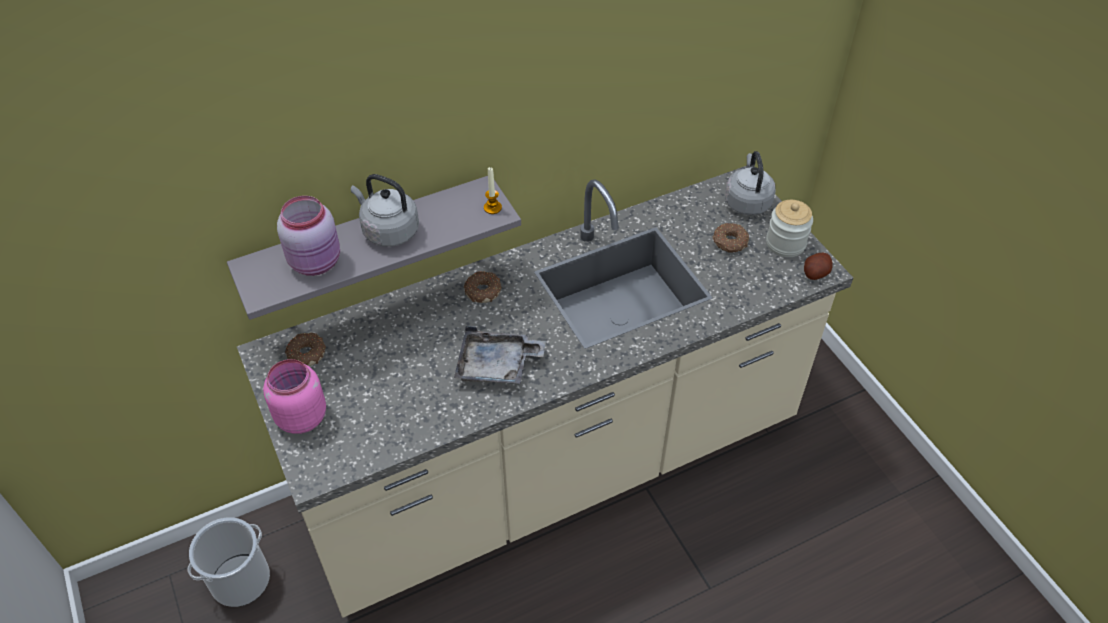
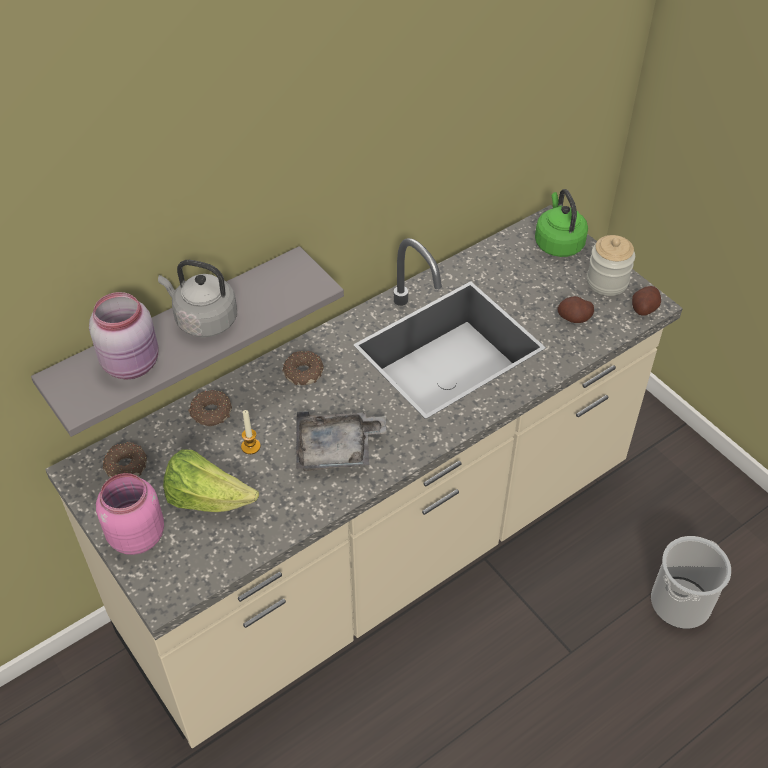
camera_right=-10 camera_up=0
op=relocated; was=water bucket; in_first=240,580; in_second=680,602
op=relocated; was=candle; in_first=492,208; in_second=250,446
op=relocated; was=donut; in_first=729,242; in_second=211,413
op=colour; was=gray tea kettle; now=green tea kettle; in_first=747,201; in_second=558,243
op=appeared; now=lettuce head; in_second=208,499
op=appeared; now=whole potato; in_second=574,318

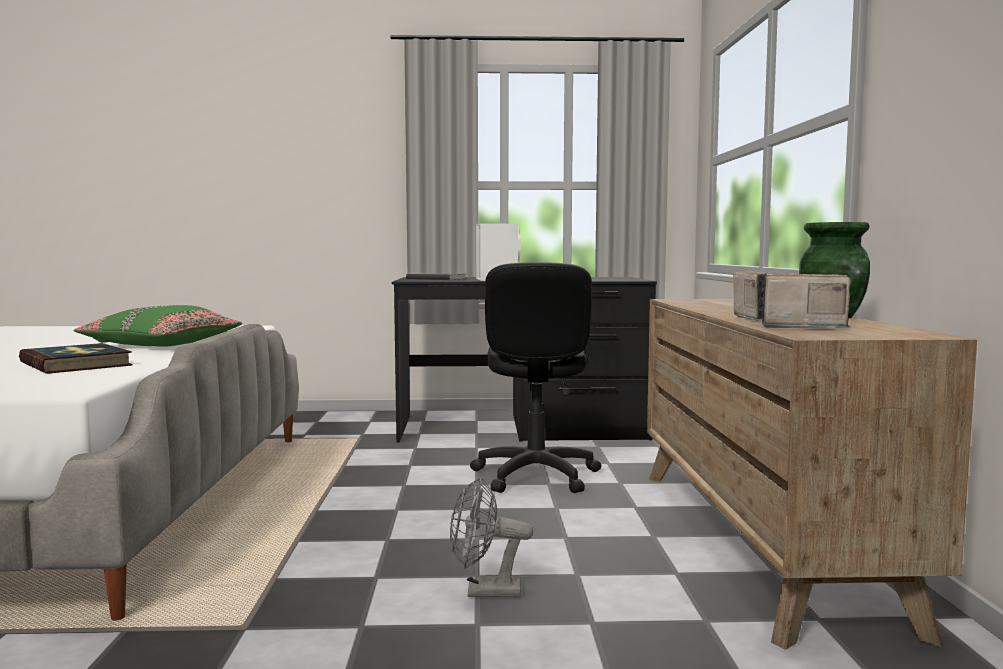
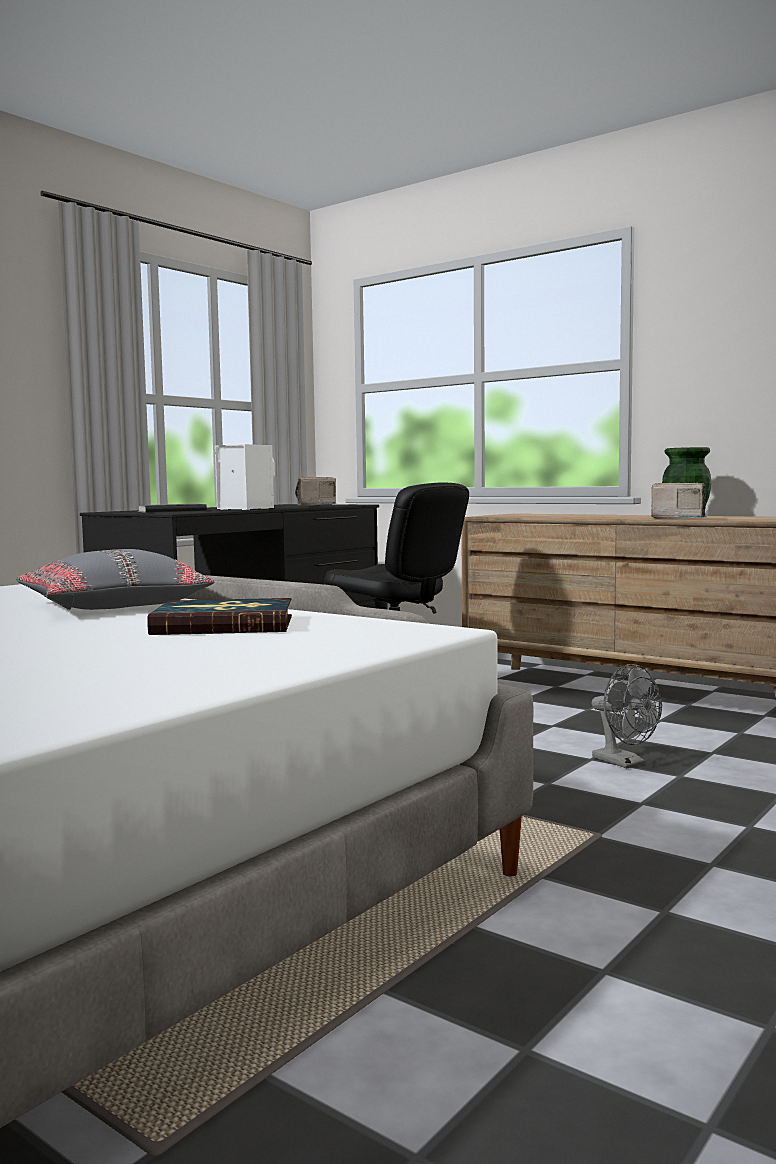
camera_right=-50 camera_up=0
op=colour; was=green cushion; now=gray cushion; in_first=162,344; in_second=113,605
op=spun; was=gray cooling fan; in_first=484,591; in_second=625,763; clockwise=-75
op=relocated; was=radio receiver; in_first=800,327; in_second=312,505

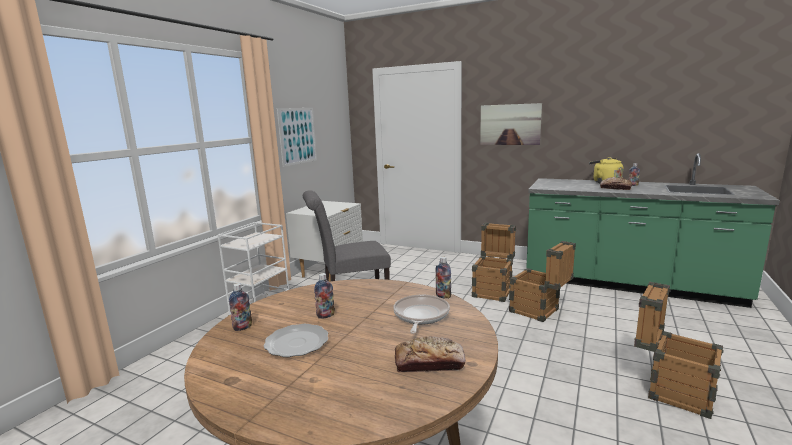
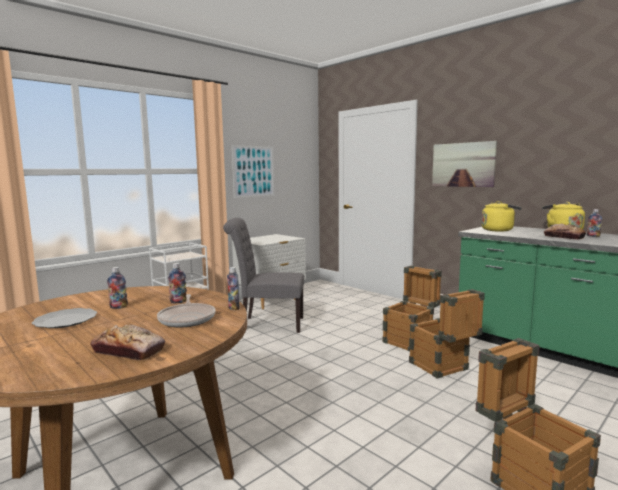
camera_right=20 camera_up=-5
op=relocated; was=drink bottle; in_first=242,327; in_second=178,302
op=spun; was=frying pan; in_first=420,316; in_second=187,318; clockwise=135
op=appeared; now=yellow tea kettle; in_second=499,230

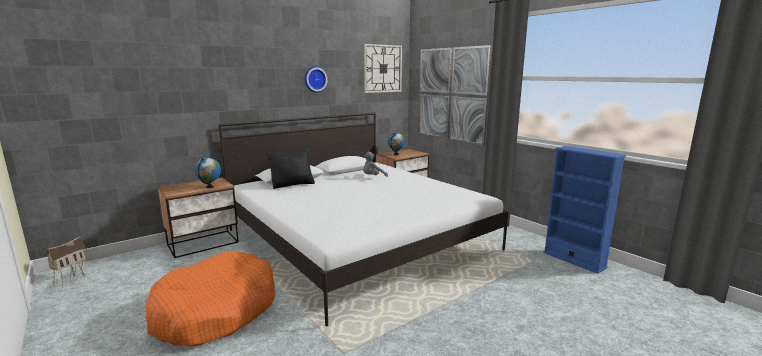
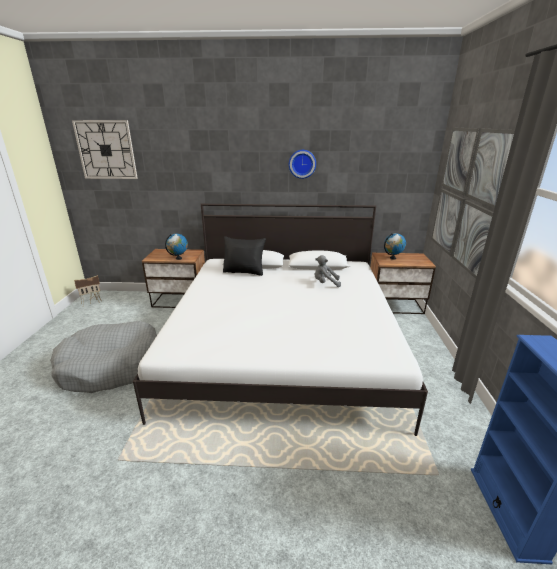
camera_right=40 camera_up=10
op=colour; was=orange-coloured dog cushion; now=gray dog cushion; in_first=216,311; in_second=112,366
op=relocated; was=clock on the wall; in_first=382,68; in_second=106,150

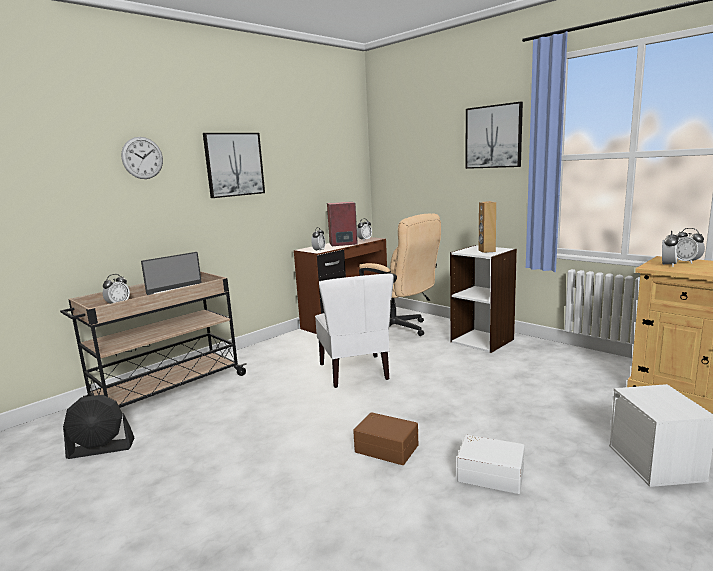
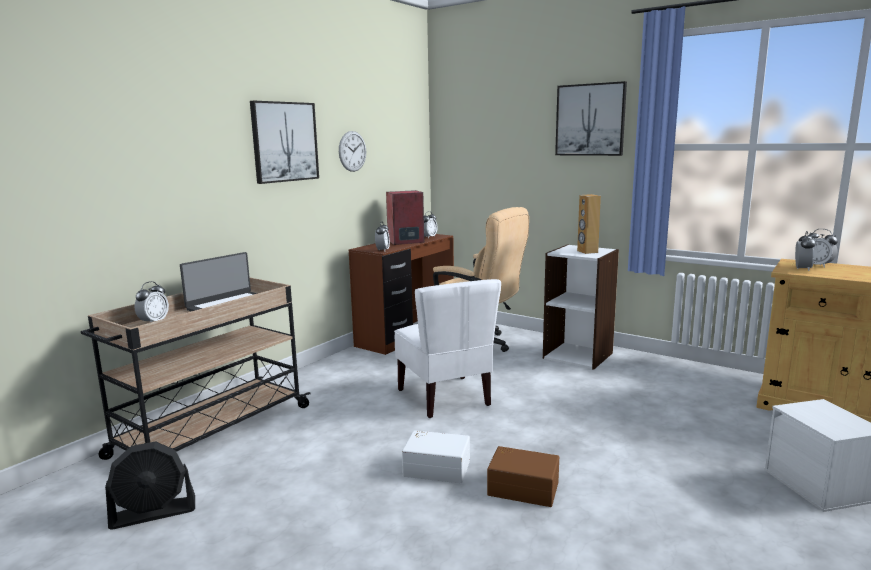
camera_right=-10 camera_up=0
op=relocated; was=clock on the wall; in_first=142,158; in_second=352,151
op=relocated; was=whitish storage bin; in_first=490,473; in_second=437,467

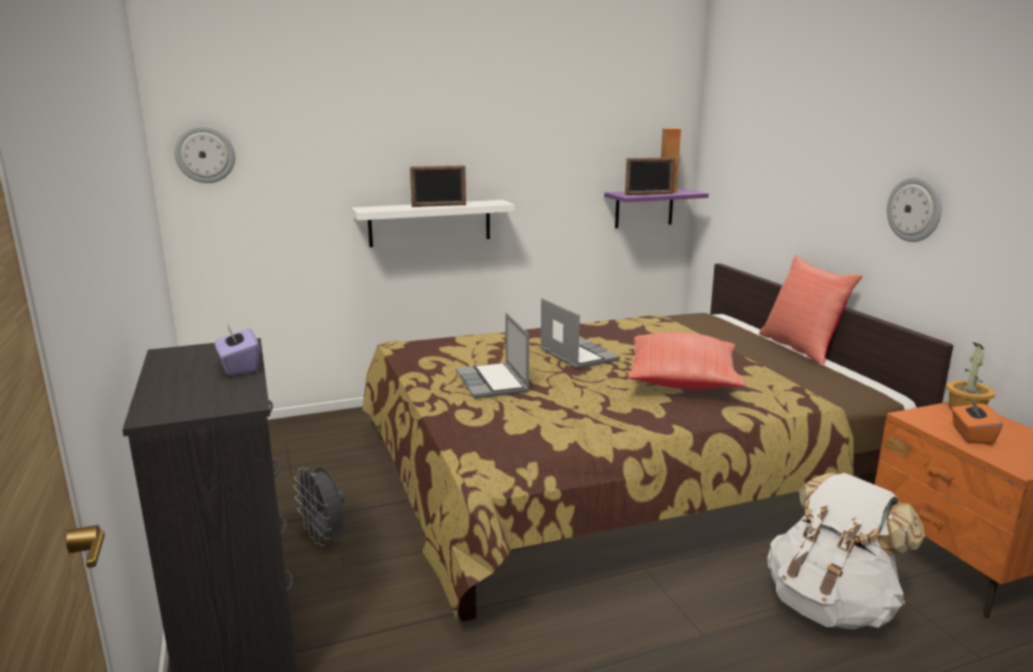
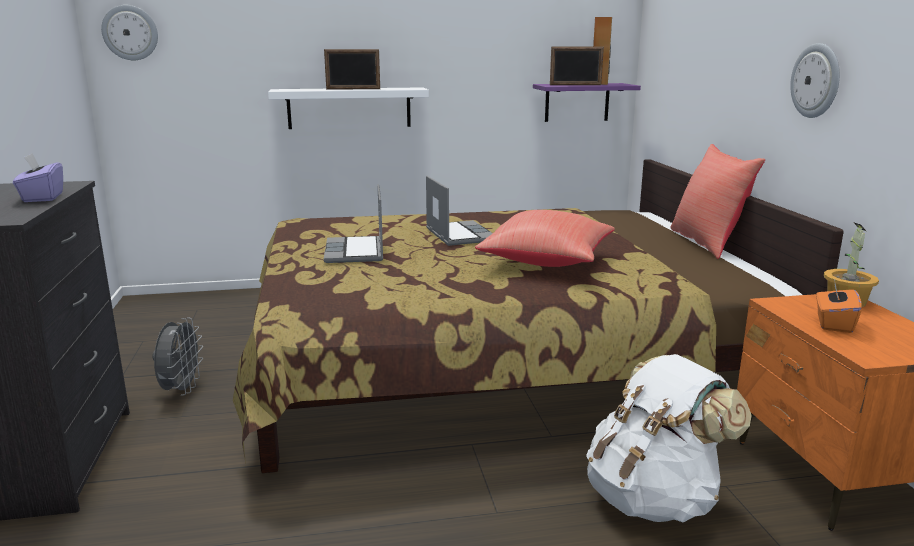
camera_right=10 camera_up=0
op=spun; was=gray cooling fan; in_first=324,537; in_second=181,390; clockwise=-150

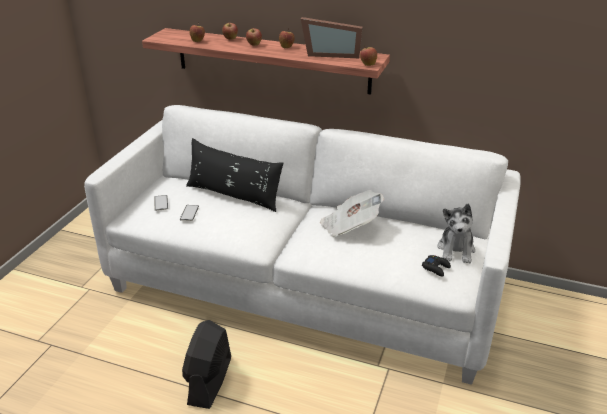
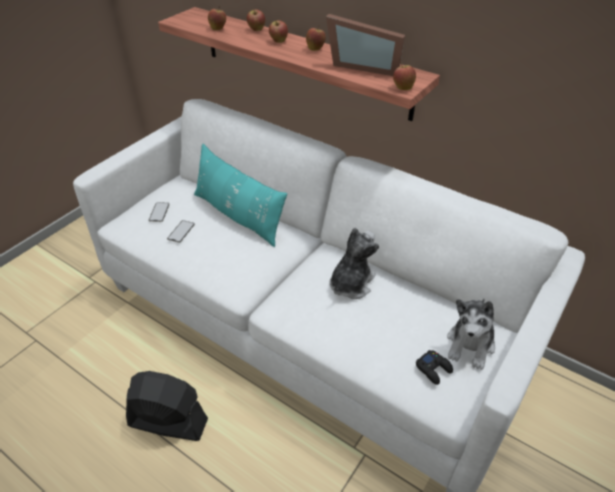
camera_right=15 camera_up=10
op=spun; was=black cooling fan; in_first=209,381; in_second=168,422; clockwise=75
op=colour; was=black cushion; now=turquoise-coloured cushion; in_first=233,195; in_second=238,215
op=exchanged; was=printed paper; now=cuddly toy; in_first=350,226; in_second=350,284

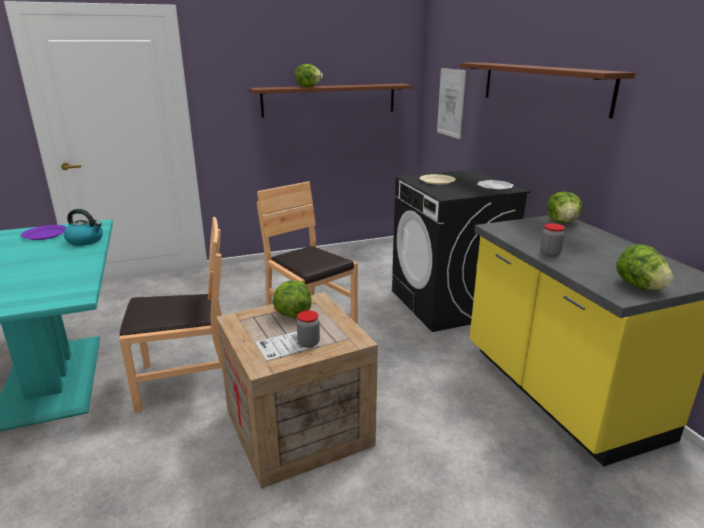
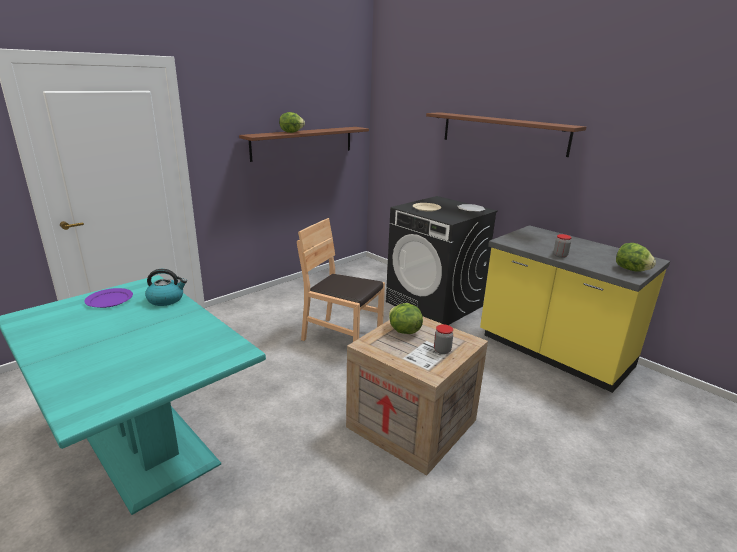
camera_right=-25 camera_up=0
op=missing; was=brown plain chair; in_first=187,381
op=missing; was=wall picture; in_first=451,103
op=missing; was=lettuce head; in_first=562,222

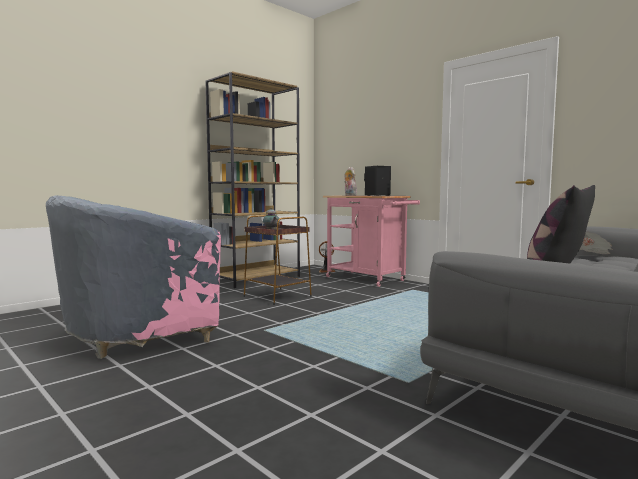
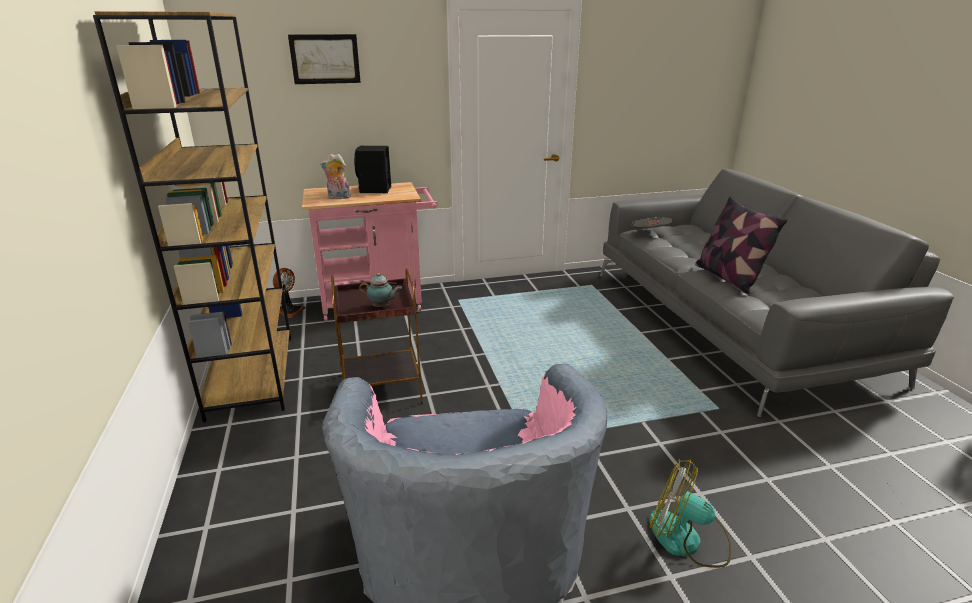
camera_right=-60 camera_up=20
op=appeared; now=wall picture; in_second=325,59
op=appeared; now=cooling fan; in_second=687,539

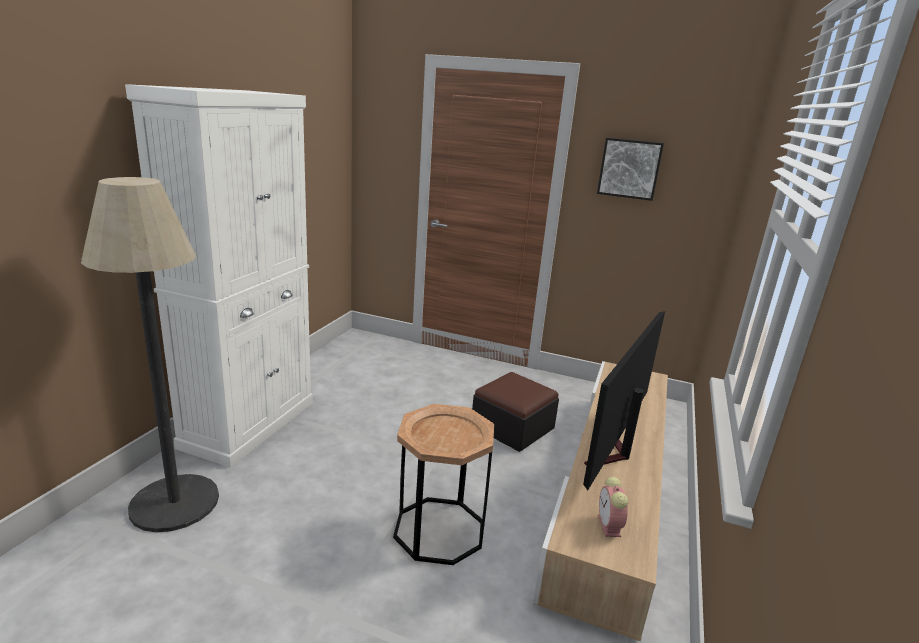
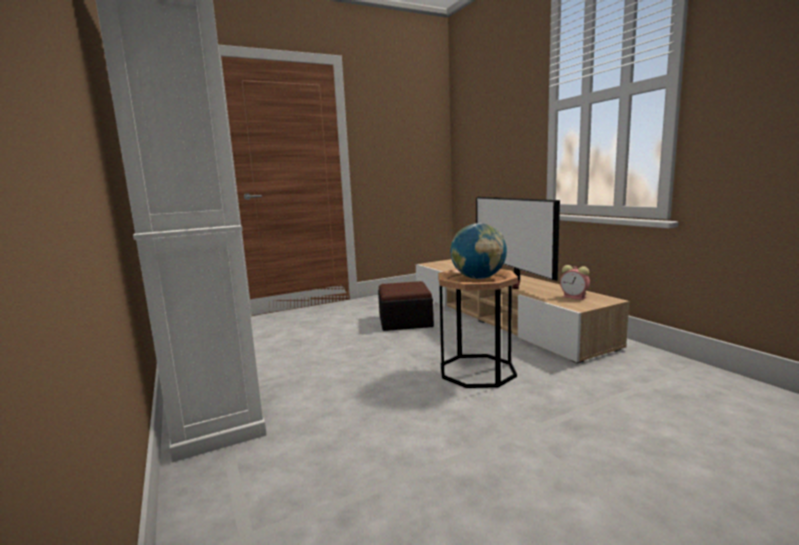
camera_right=-45 camera_up=-10
op=missing; was=floor lamp; in_first=174,503
op=missing; was=wall picture; in_first=629,168
op=appeared; now=world globe; in_second=478,278

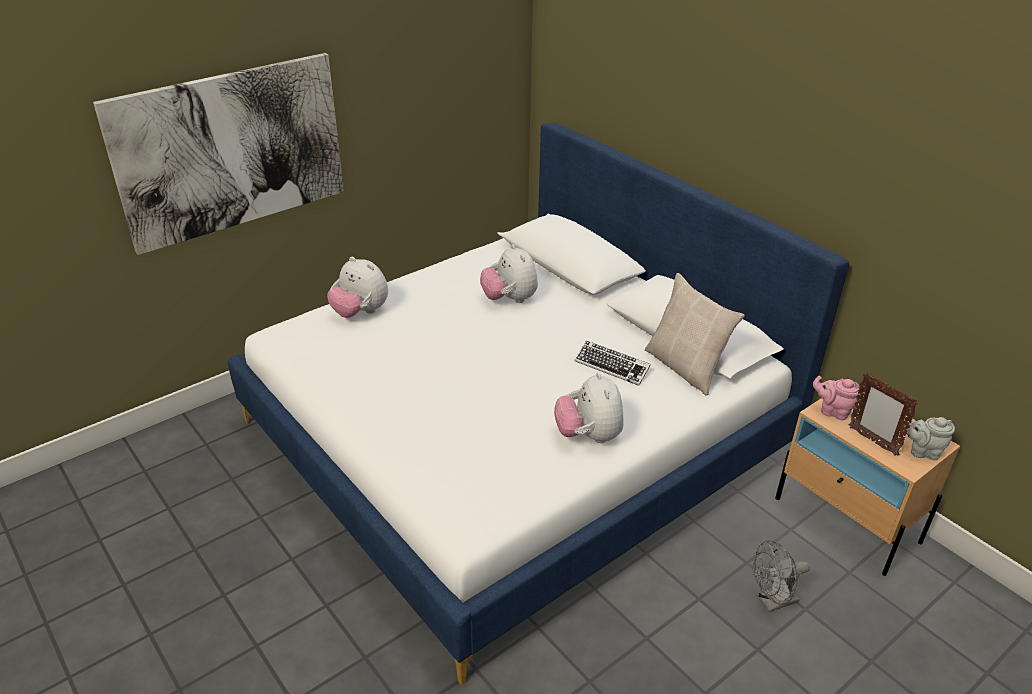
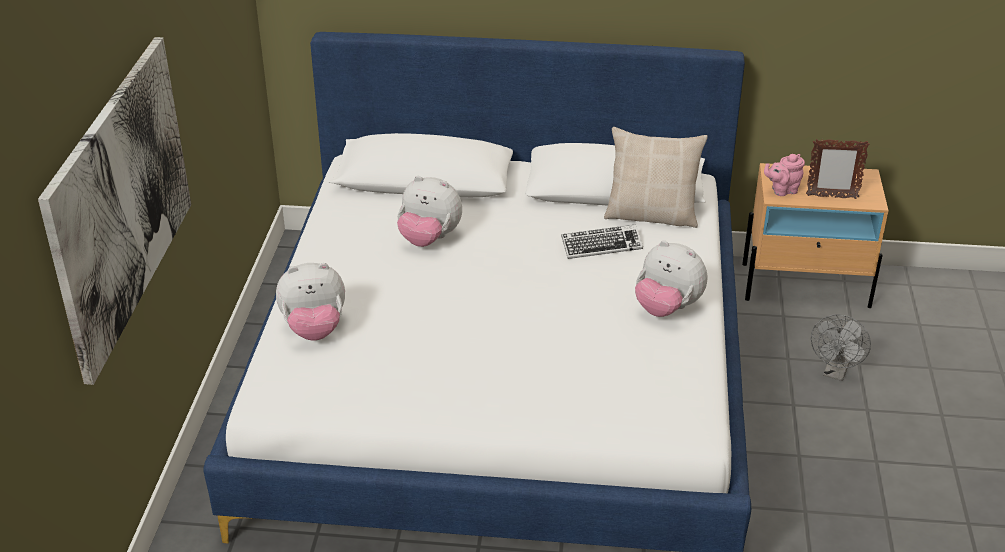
camera_right=-45 camera_up=0
op=missing; was=gray tea pot; in_first=922,451

